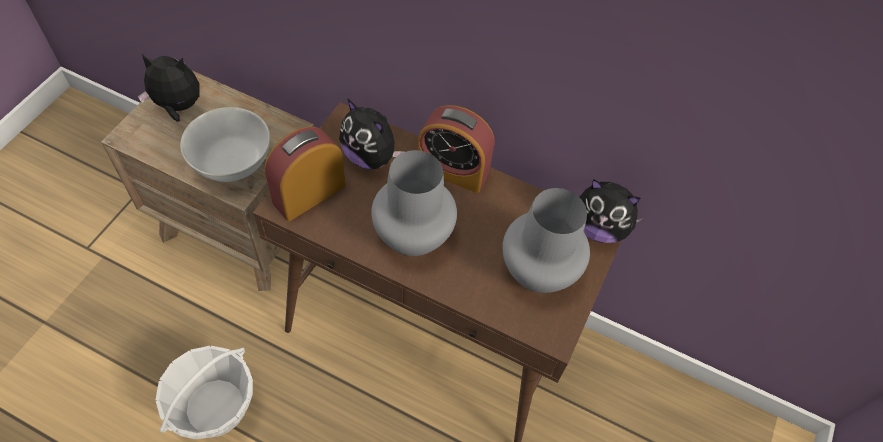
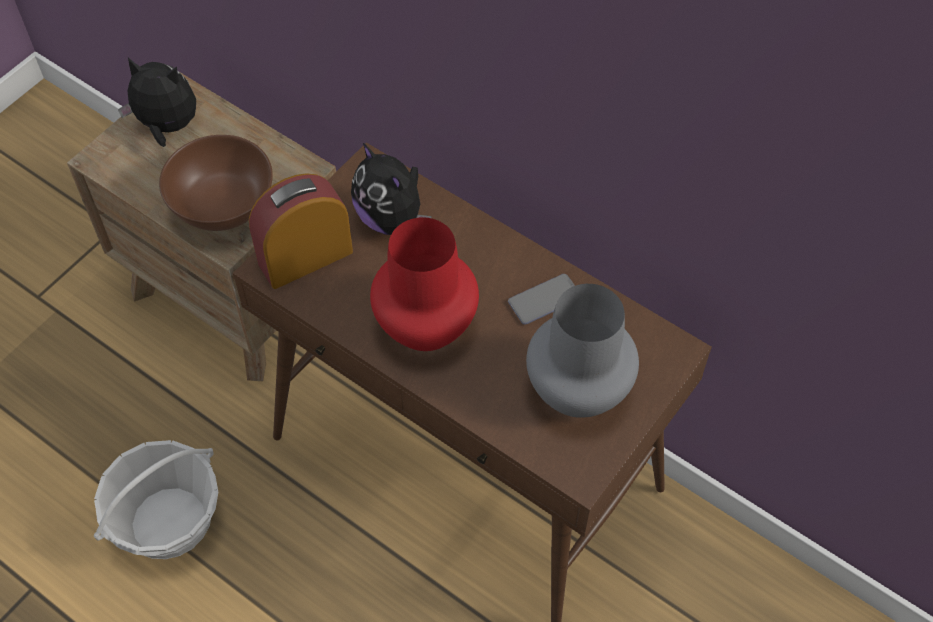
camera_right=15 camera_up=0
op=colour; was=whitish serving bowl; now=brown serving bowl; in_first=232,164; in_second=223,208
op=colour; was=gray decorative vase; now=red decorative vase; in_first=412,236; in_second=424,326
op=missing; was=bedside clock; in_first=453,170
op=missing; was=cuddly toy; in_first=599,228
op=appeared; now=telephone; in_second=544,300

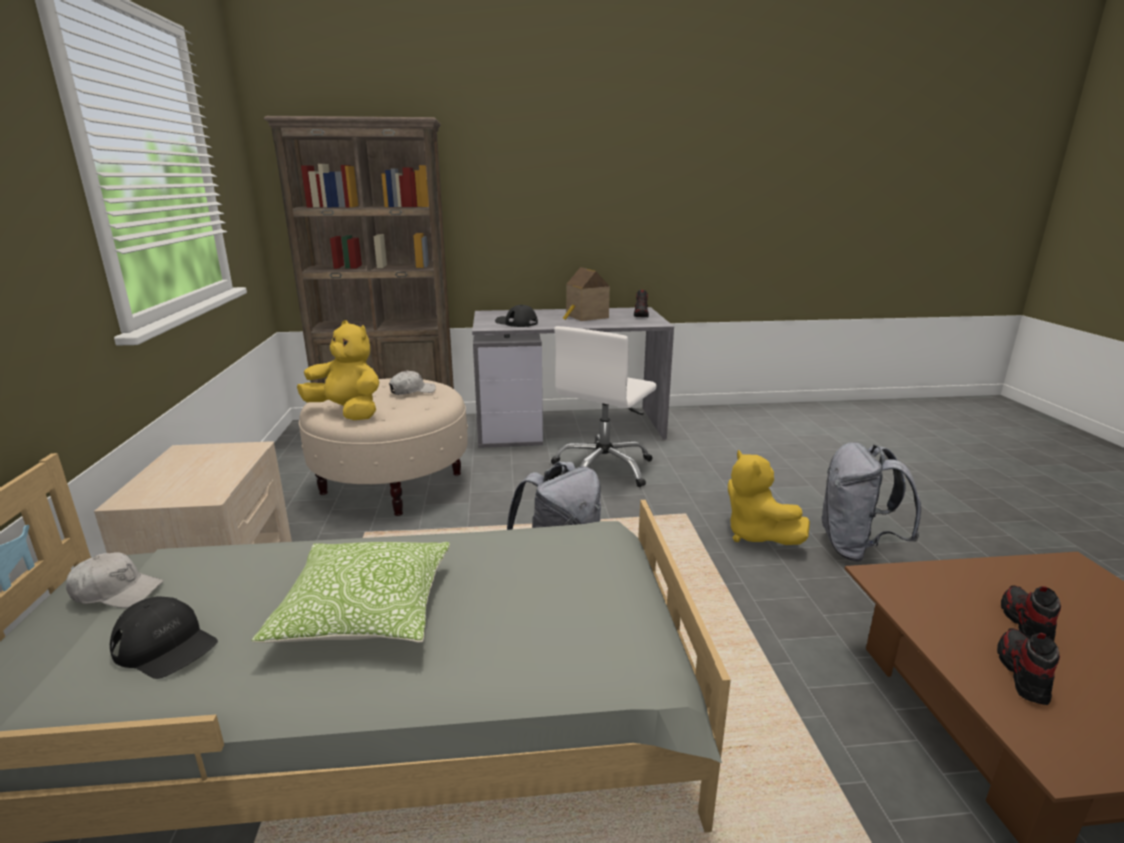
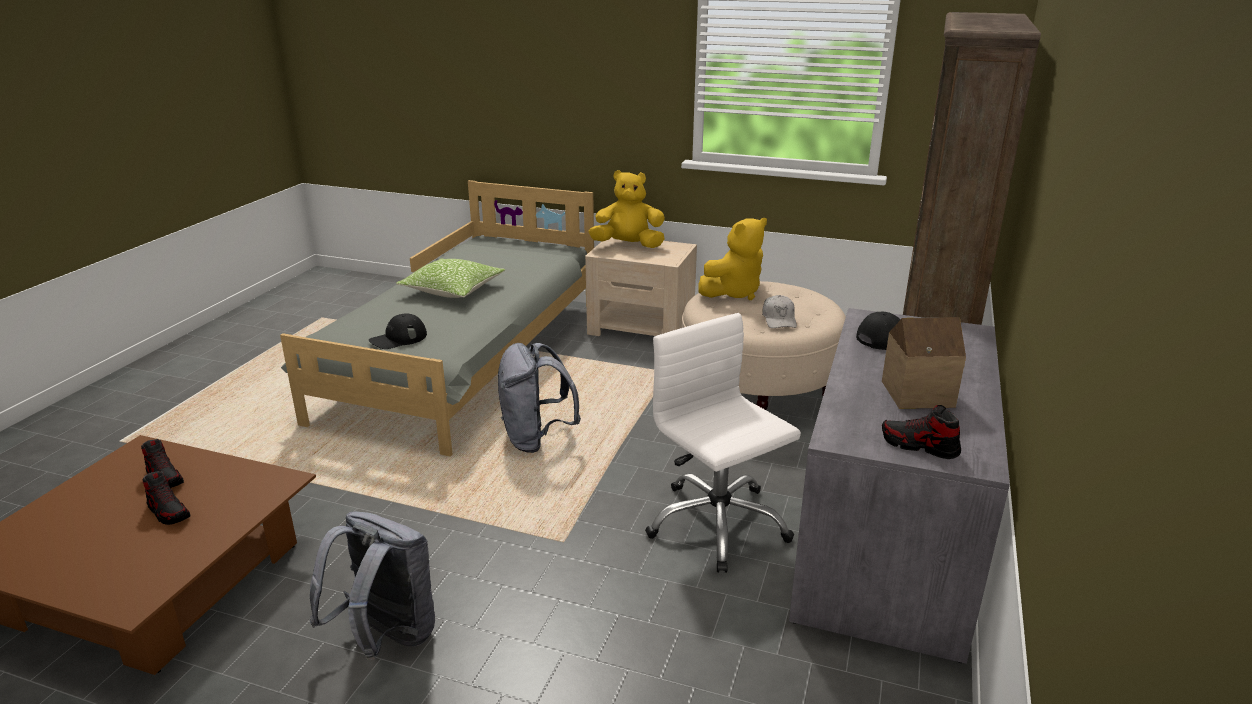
camera_right=115 camera_up=5
op=missing; was=whitish cap; in_first=117,592
op=relocated; was=black cap; in_first=165,646; in_second=398,338
op=relocated; was=yellow cuddly toy; in_first=756,535; in_second=628,245

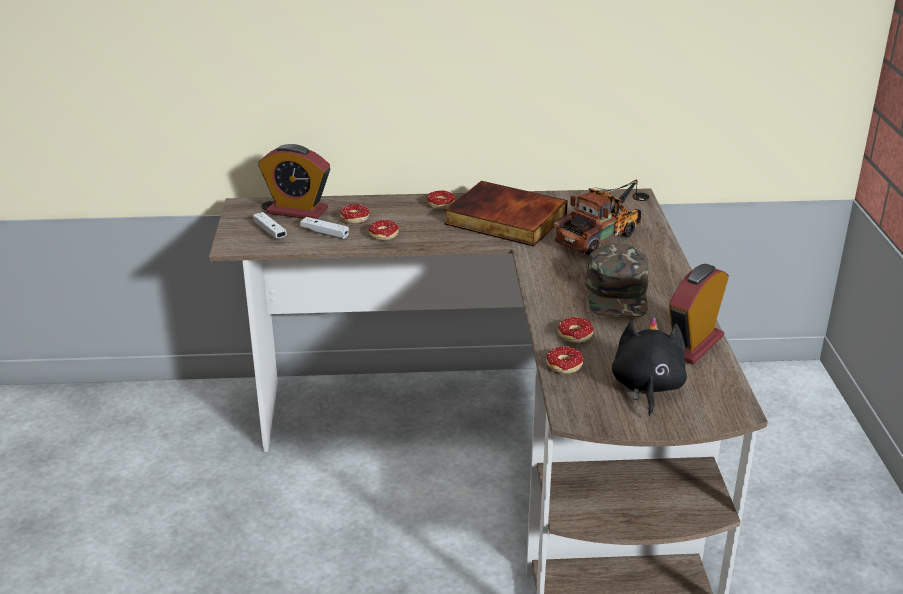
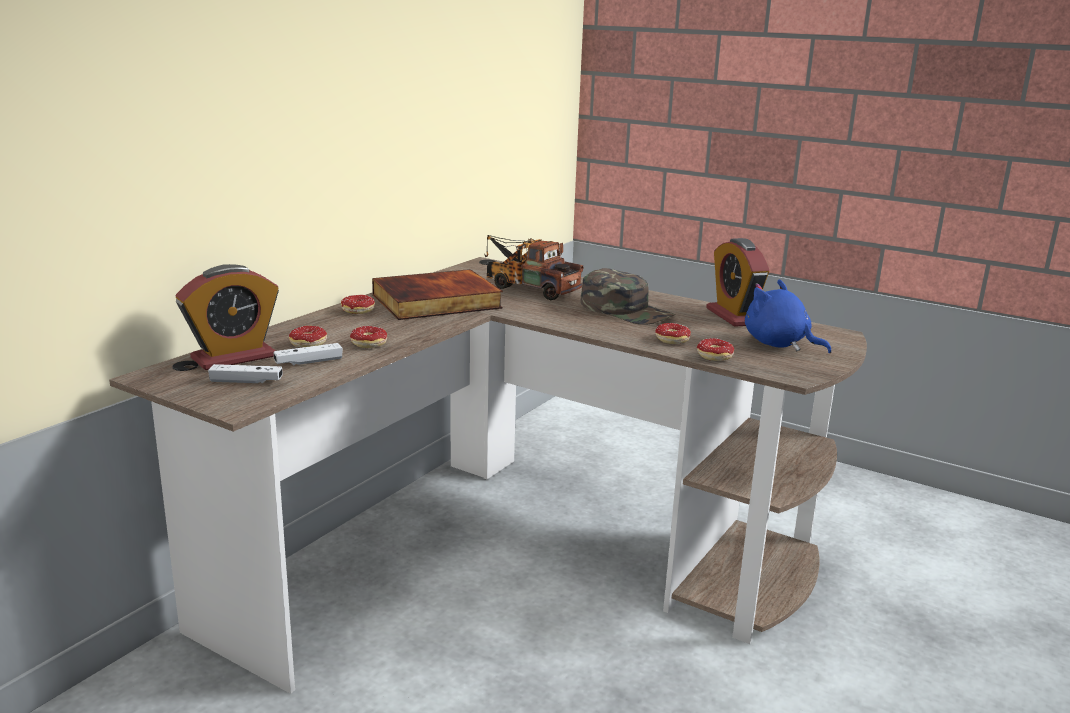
camera_right=-55 camera_up=-10
op=spun; was=toy lorry; in_first=602,236; in_second=528,288; clockwise=-45
op=colour; was=black cuddly toy; now=bluish cuddly toy; in_first=647,387; in_second=779,344

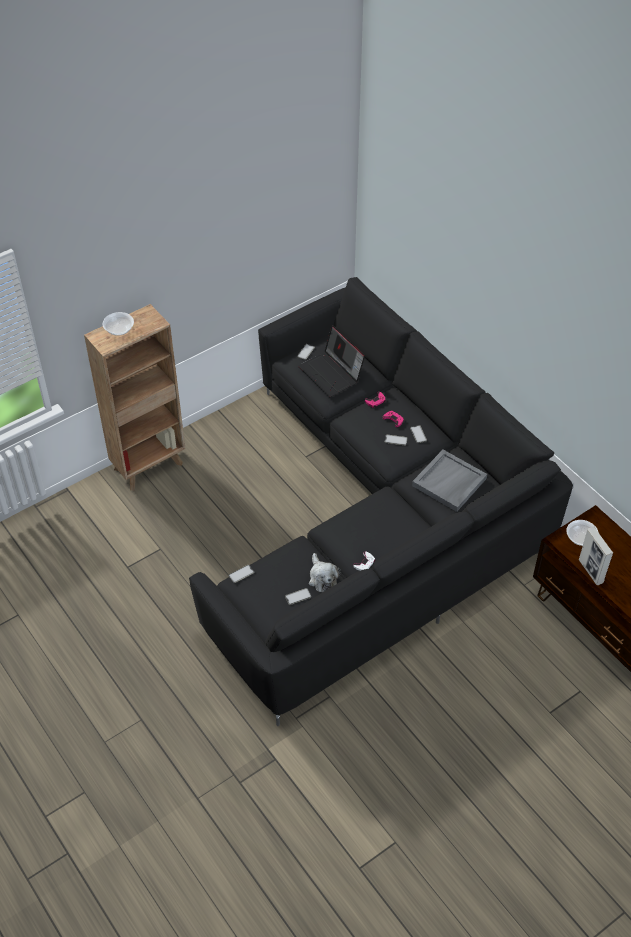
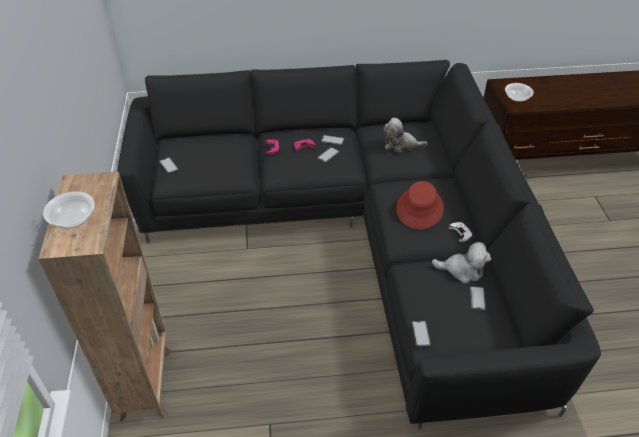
camera_right=-60 camera_up=-5
op=missing; was=laptop; in_first=332,374
op=exchanged; was=gray carrying tray; now=cuddly toy; in_first=449,483; in_second=401,145
op=missing; was=standing frame; in_first=590,571
op=appeared; now=red clothing hat; in_second=420,209

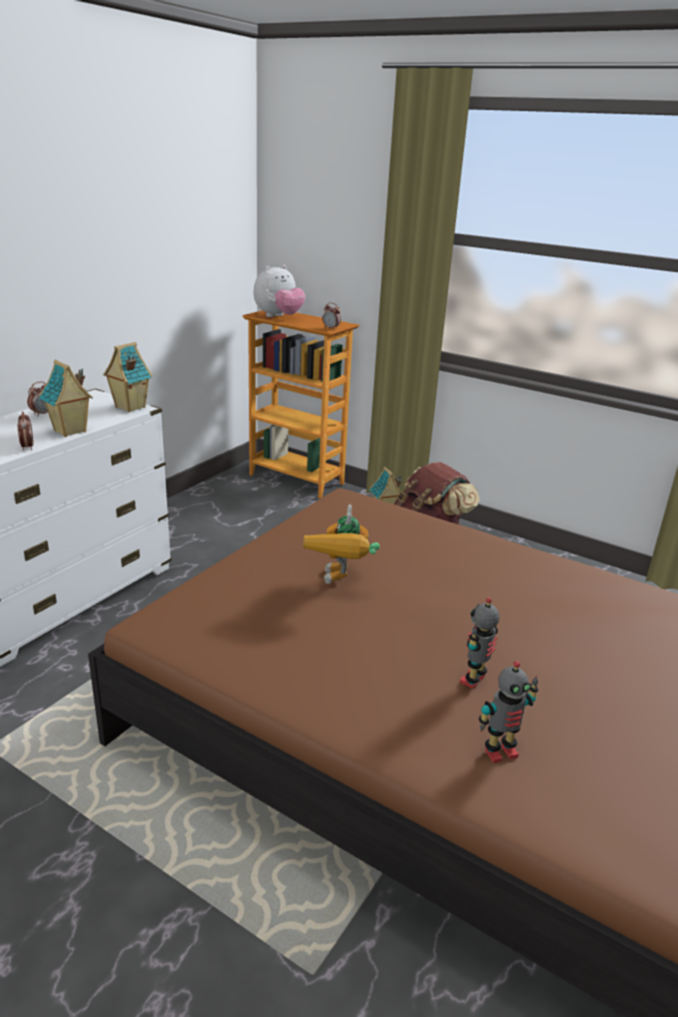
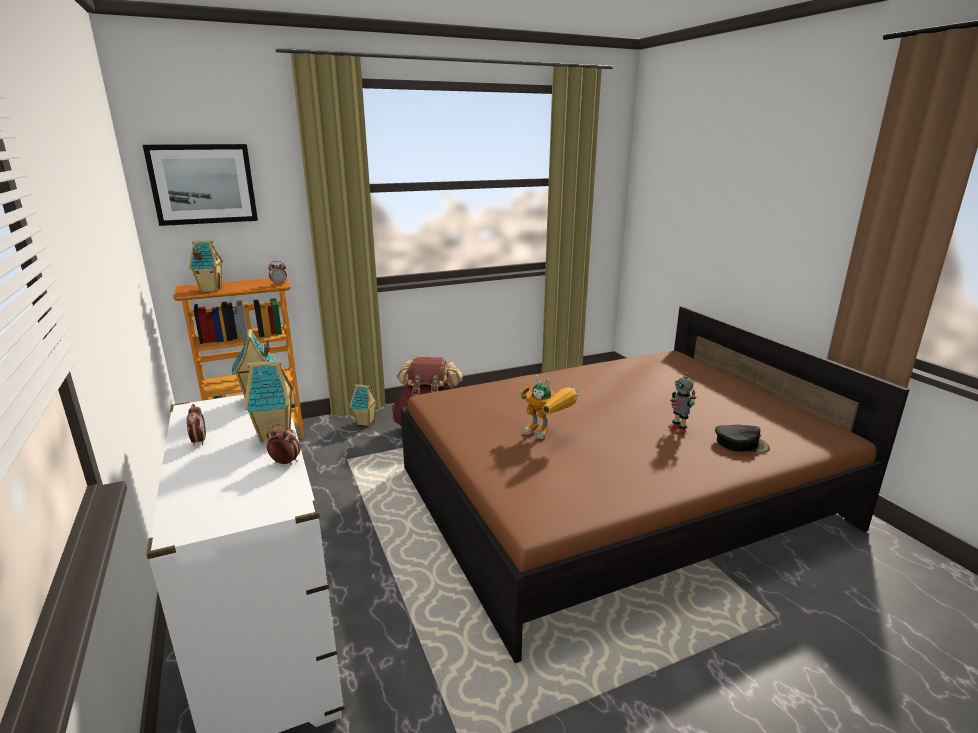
camera_right=-55 camera_up=-5
op=exchanged; was=cuddly toy; now=model house; in_first=279,317; in_second=210,289
op=exchanged; was=model robot; now=black cap; in_first=499,751; in_second=741,443
op=appeared; now=wall picture; in_second=203,184

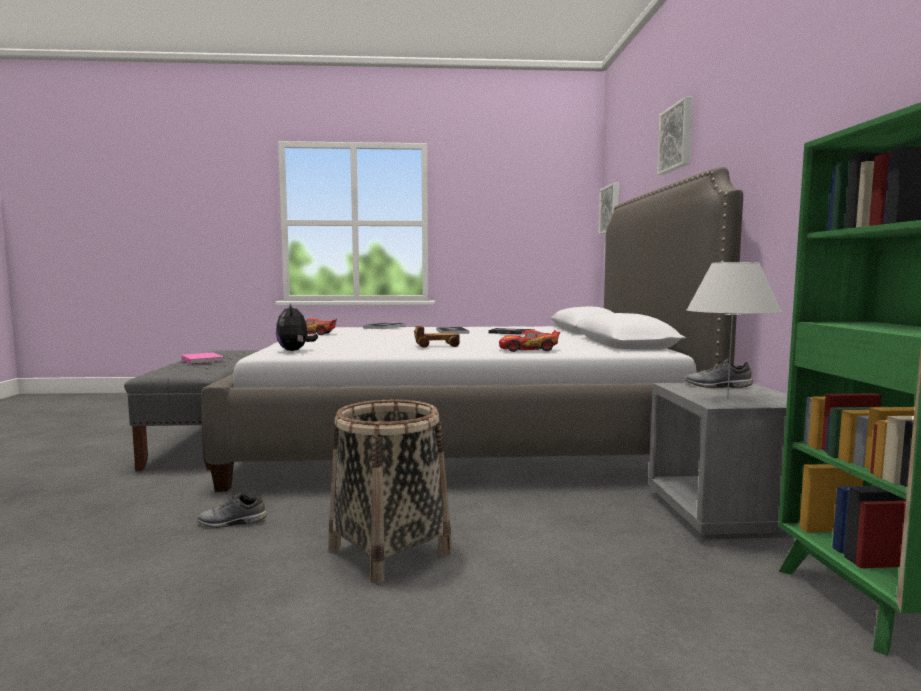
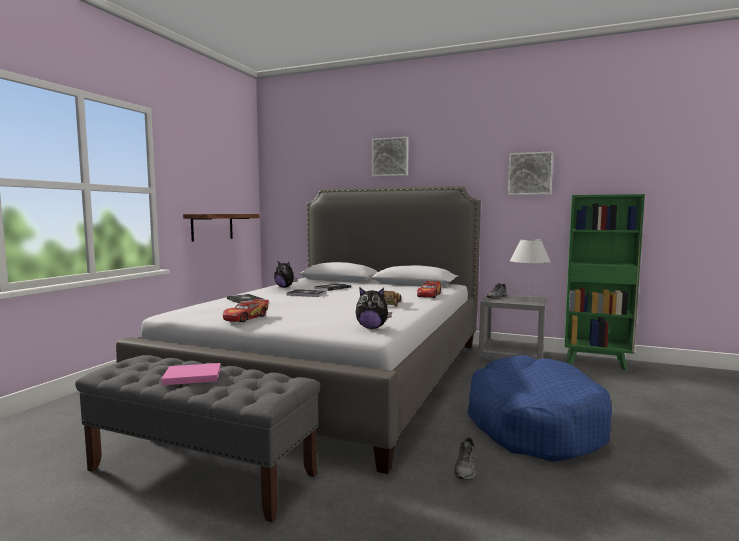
camera_right=-65 camera_up=0
op=exchanged; was=basket; now=bluish dog cushion; in_first=389,551; in_second=533,424
op=relocated; was=wall picture; in_first=611,209; in_second=530,174
op=appeared; now=bracket shelf; in_second=212,227
op=appeared; now=cuddly toy; in_second=285,287

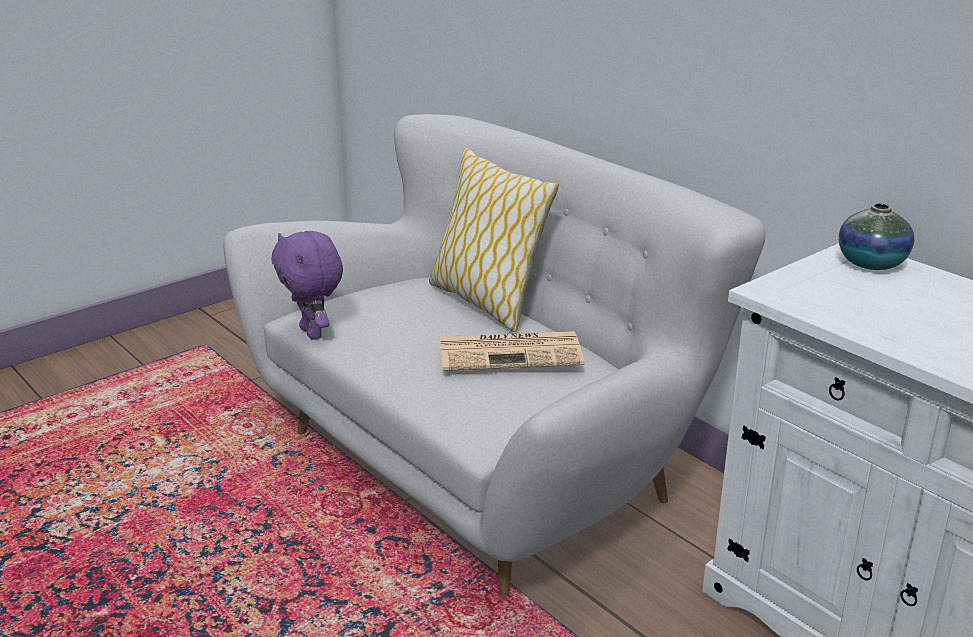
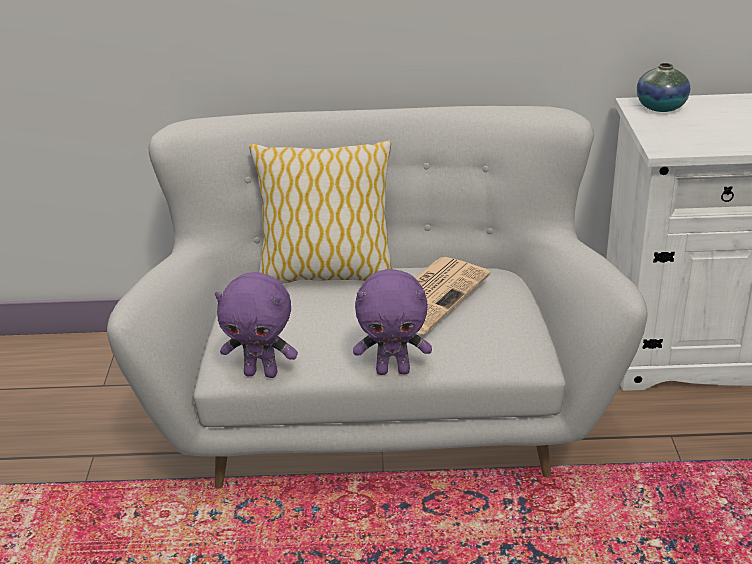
camera_right=-50 camera_up=5
op=appeared; now=purplish cuddly toy; in_second=393,370

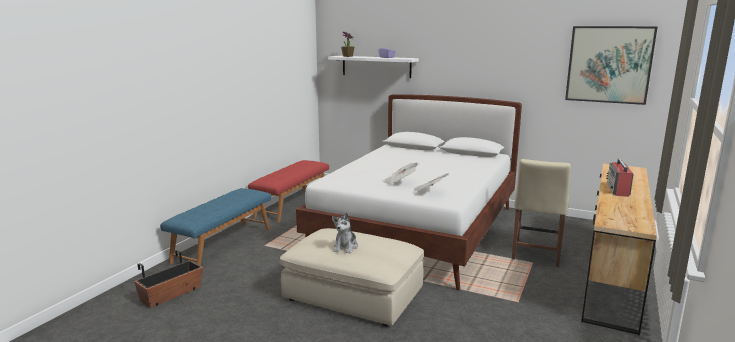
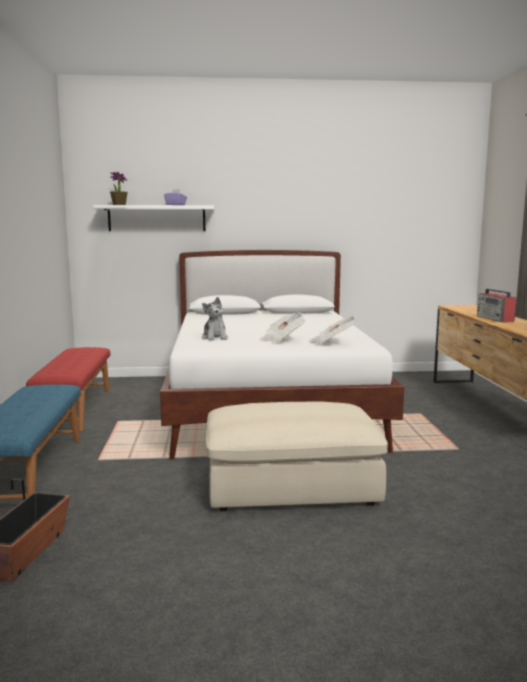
camera_right=-30 camera_up=-5
op=relocated; was=cuddly toy; in_first=345,247; in_second=215,337
op=missing; was=beige plain chair; in_first=535,254
op=missing; was=wall picture; in_first=609,64

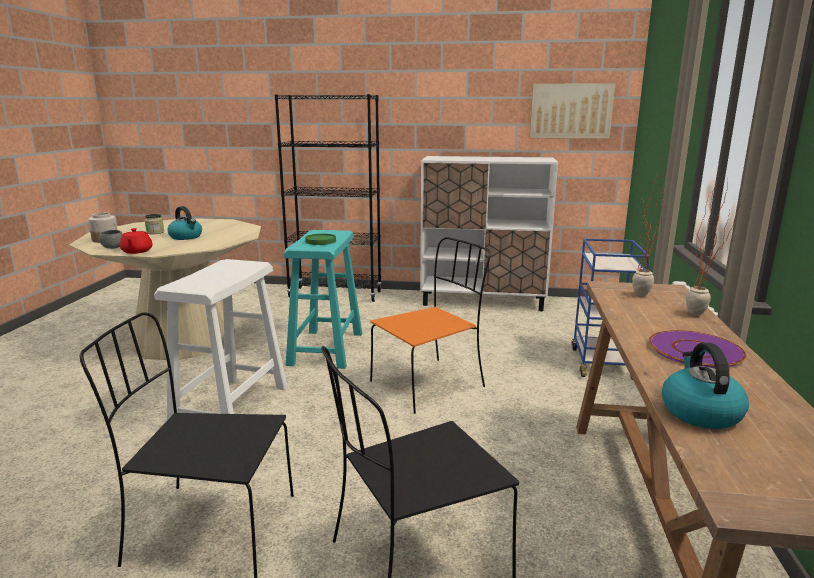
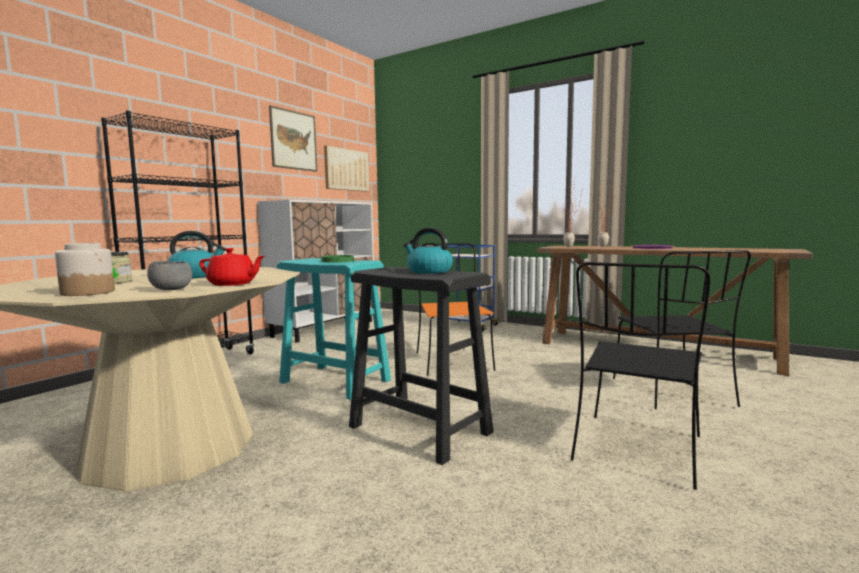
camera_right=-65 camera_up=-10
op=colour; was=whitish sitting stool; now=black sitting stool; in_first=232,407; in_second=419,429
op=relocated; was=tea kettle; in_first=699,412; in_second=429,271
op=appeared; now=wall picture; in_second=293,140

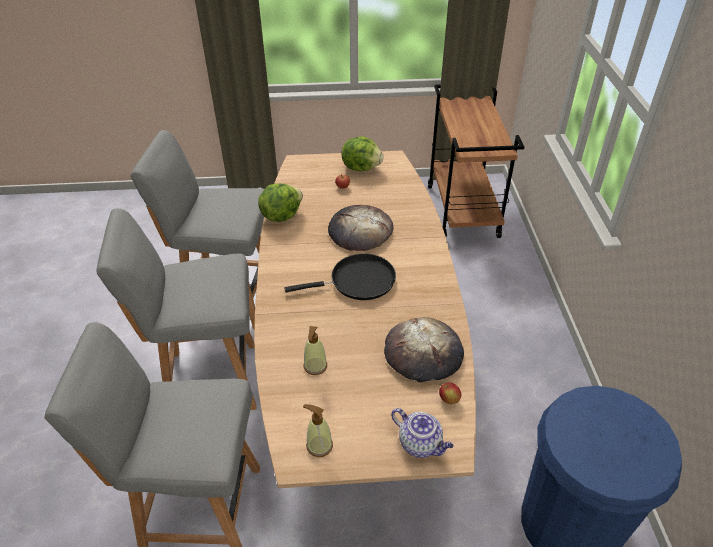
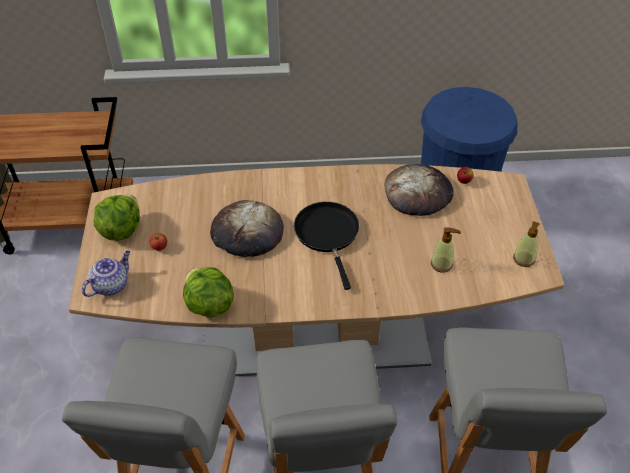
camera_right=-90 camera_up=5
op=relocated; was=tea pot; in_first=421,444; in_second=111,285

